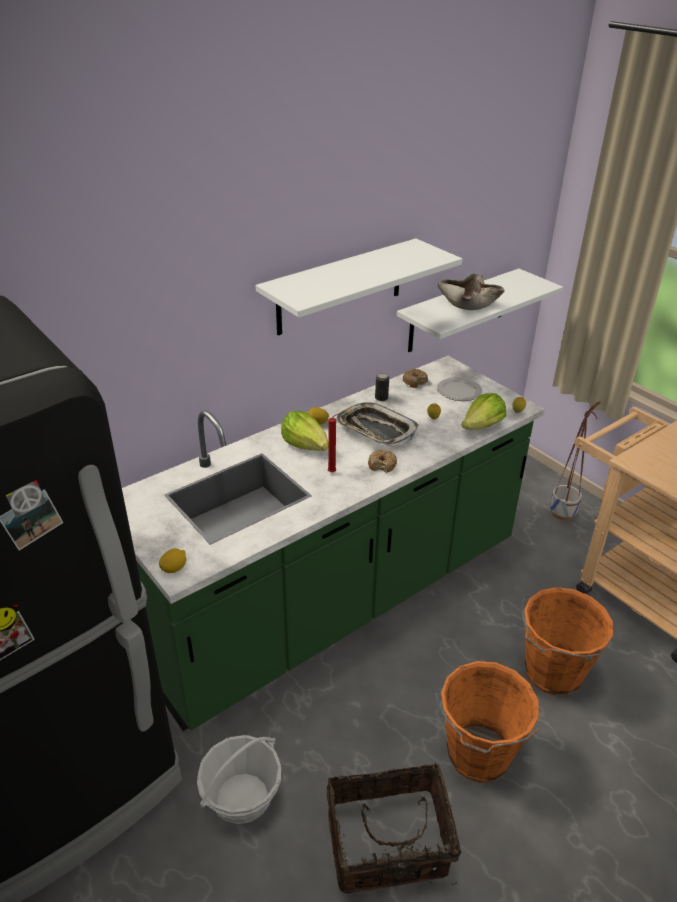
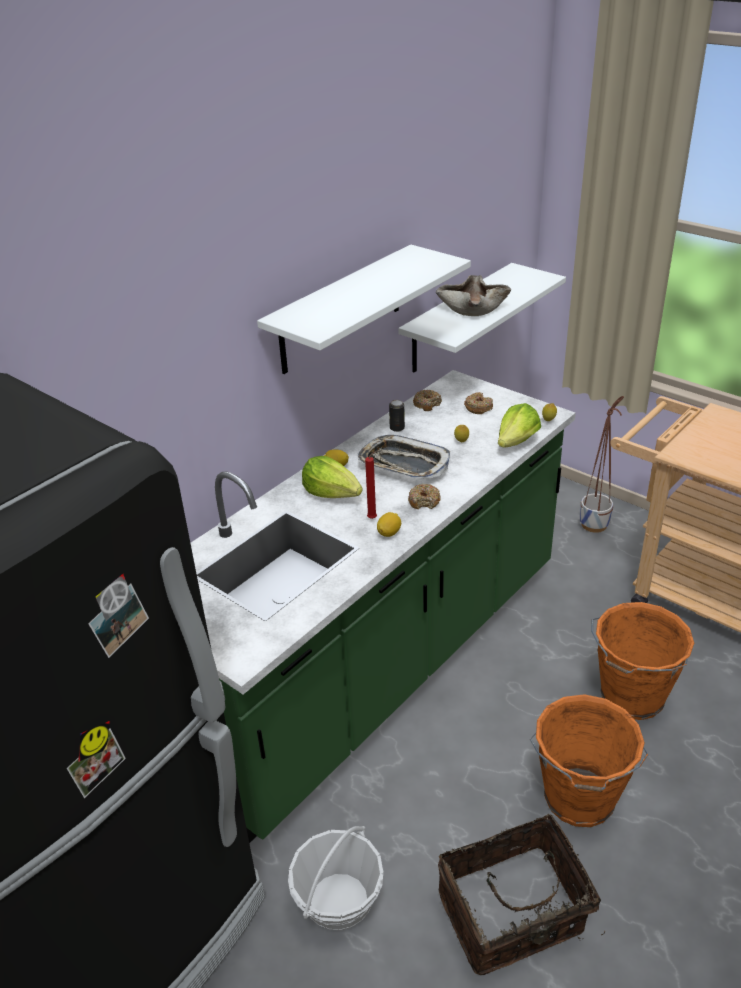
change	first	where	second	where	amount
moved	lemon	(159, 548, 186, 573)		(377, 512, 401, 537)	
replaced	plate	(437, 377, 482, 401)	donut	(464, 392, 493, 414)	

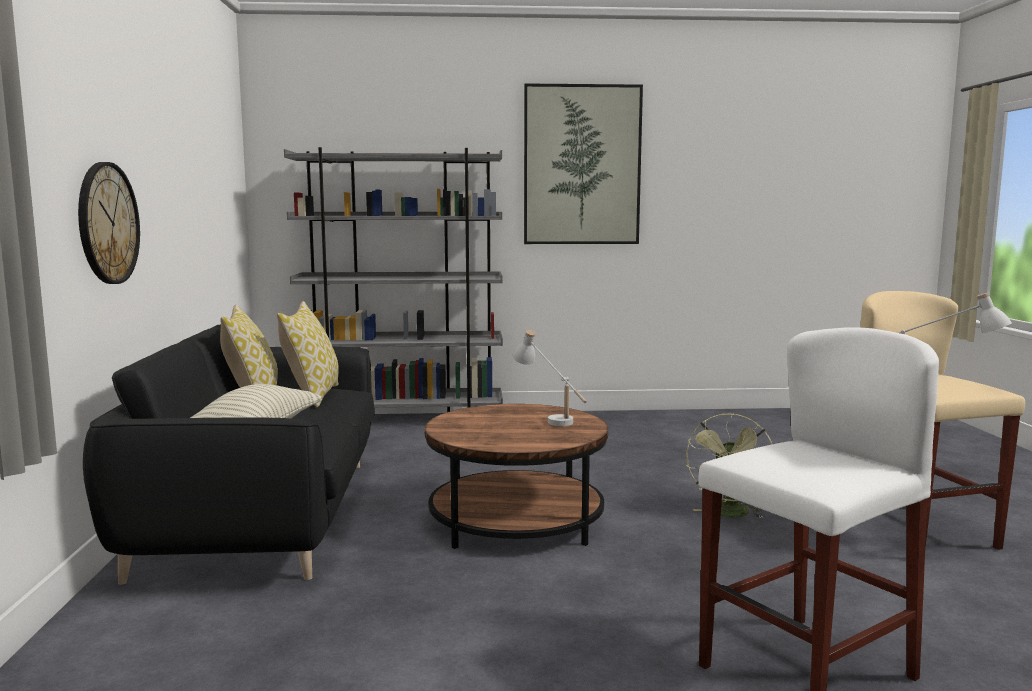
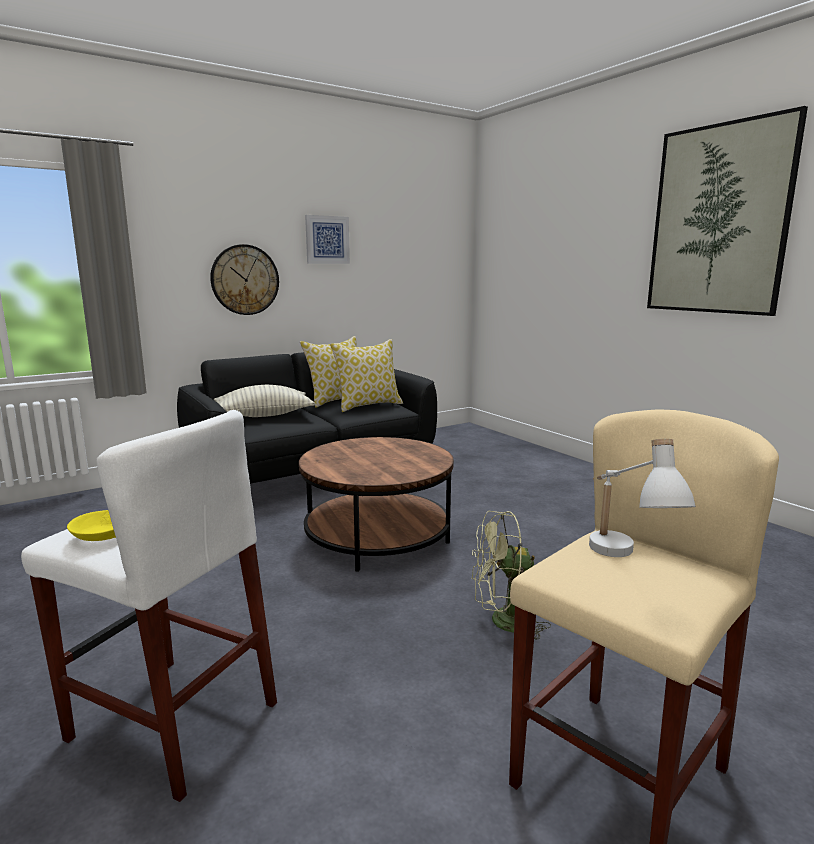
change	first	where	second	where	amount
removed	grey bookcase	(284, 147, 503, 412)			
removed	white table lamp	(512, 330, 587, 426)			
added			yellow bowl	(67, 510, 116, 541)	
added			picture	(305, 215, 350, 264)	

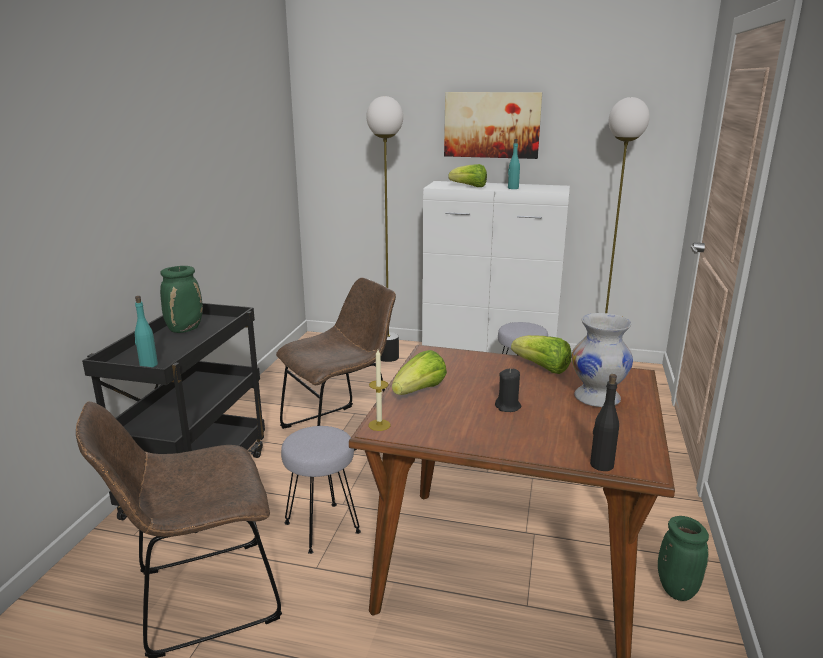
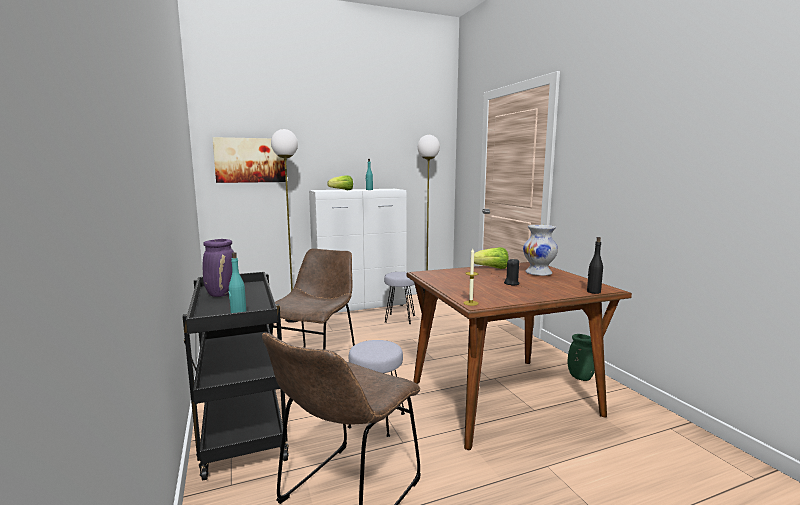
change	first	where	second	where	amount
recoloured	green vase	(160, 266, 203, 333)	purple vase	(203, 239, 234, 297)	
removed	lettuce	(392, 350, 447, 395)			
moved	picture	(444, 92, 542, 159)		(212, 137, 285, 183)	

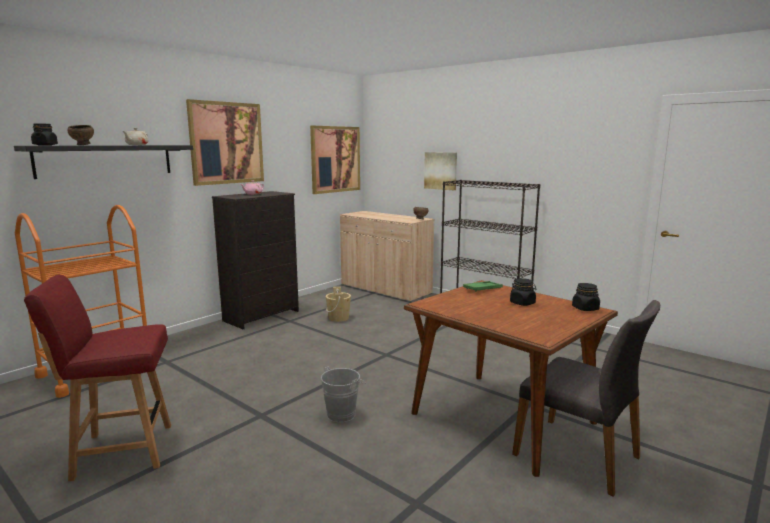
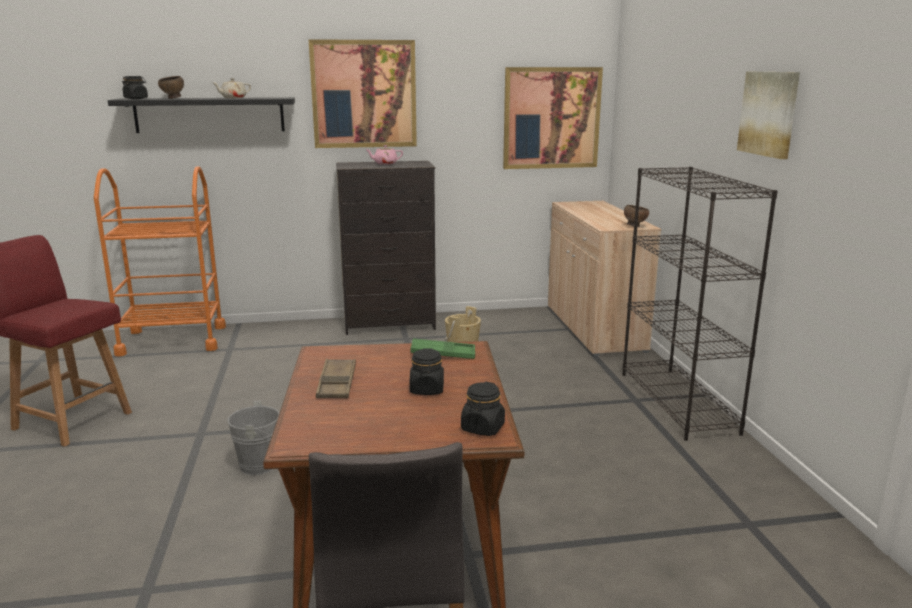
change	first	where	second	where	amount
moved	picture	(424, 152, 457, 190)		(737, 72, 800, 159)	
added			brown tray	(316, 359, 356, 398)	

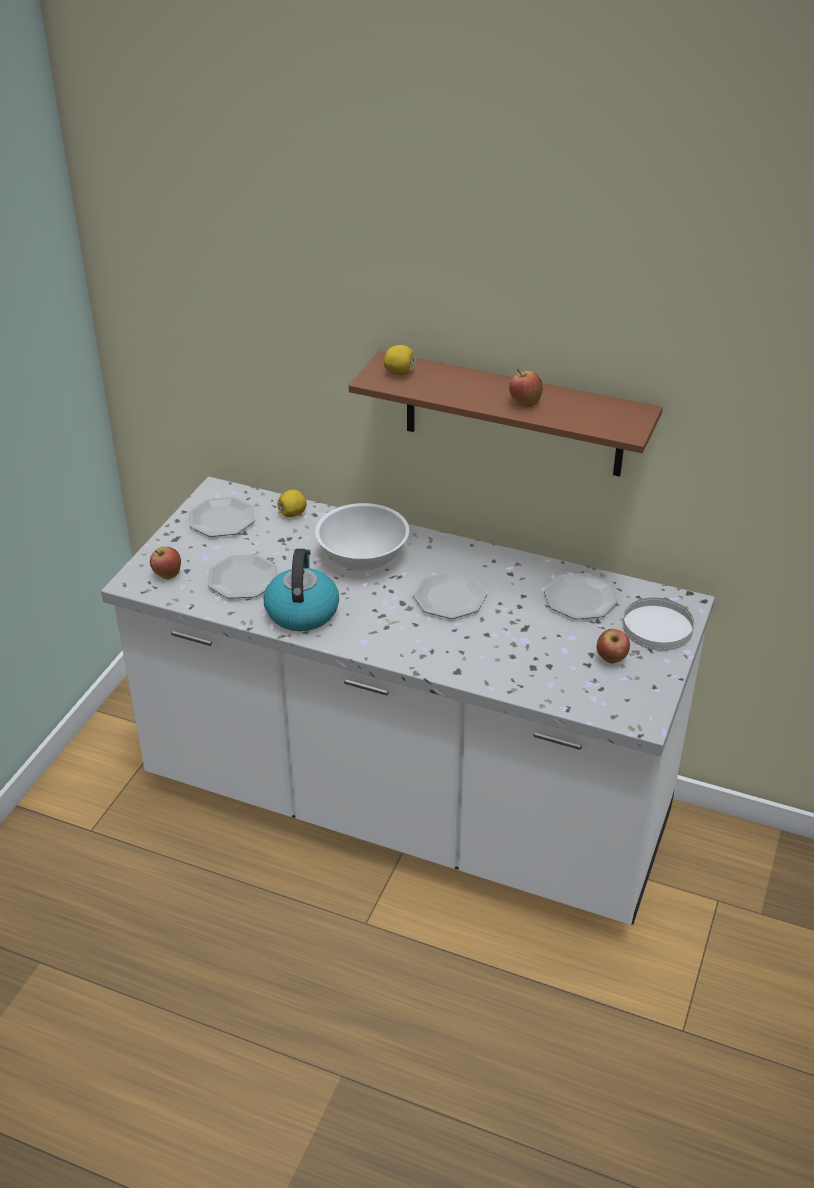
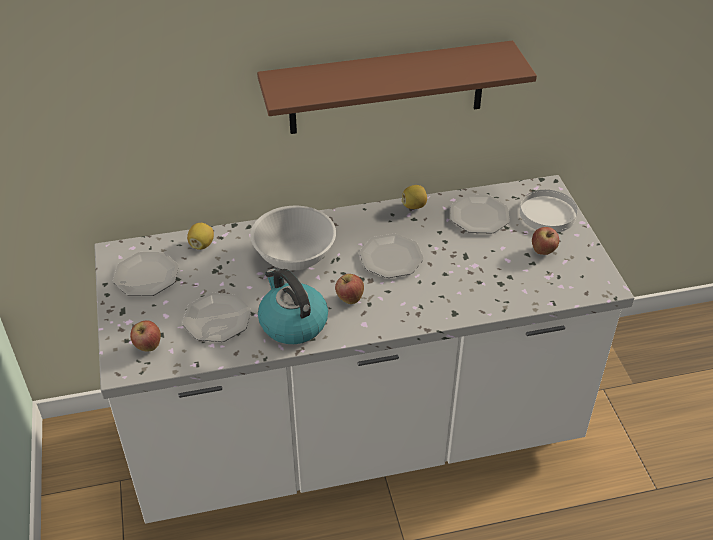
change	first	where	second	where	amount
moved	lemon	(384, 345, 416, 375)		(402, 185, 427, 209)	
moved	apple	(509, 369, 543, 408)		(335, 274, 364, 304)	

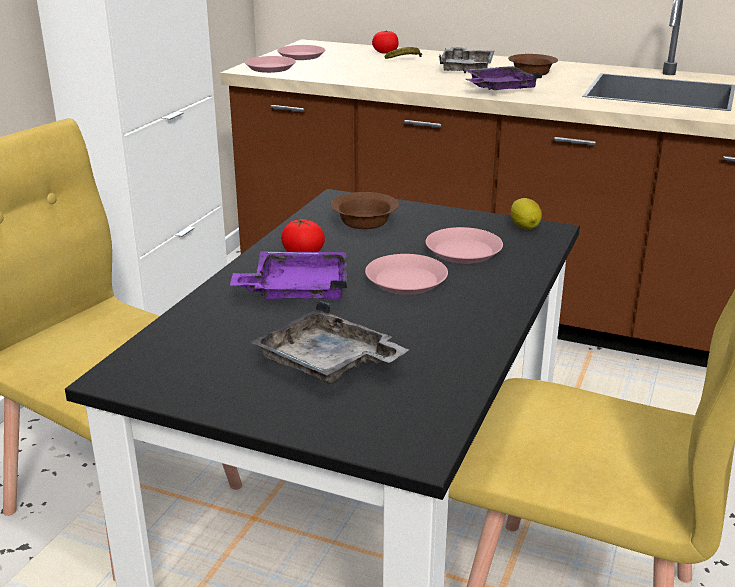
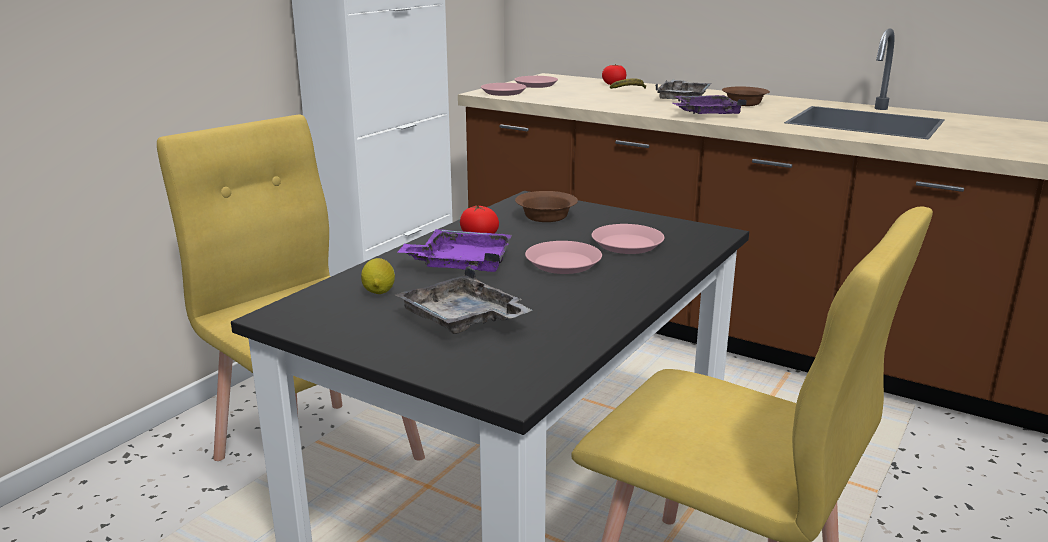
change	first	where	second	where	amount
moved	lemon	(511, 198, 542, 229)		(361, 258, 395, 294)	

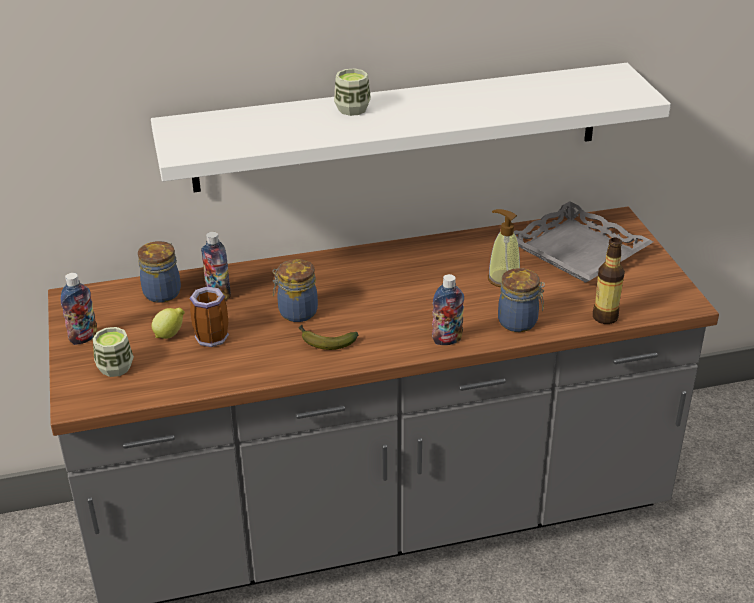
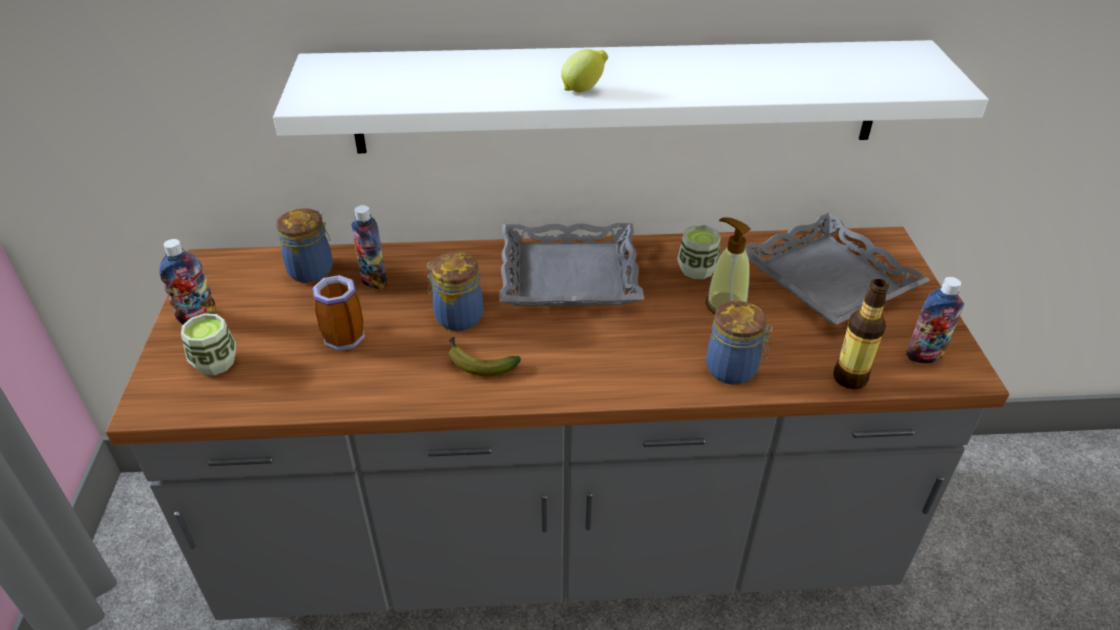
change	first	where	second	where	amount
moved	lemon	(152, 308, 185, 339)		(561, 49, 608, 93)	
moved	cup	(334, 68, 371, 116)		(677, 225, 721, 279)	
moved	bottle	(432, 274, 464, 345)		(906, 277, 964, 363)	
added			grey tray	(499, 223, 644, 306)	

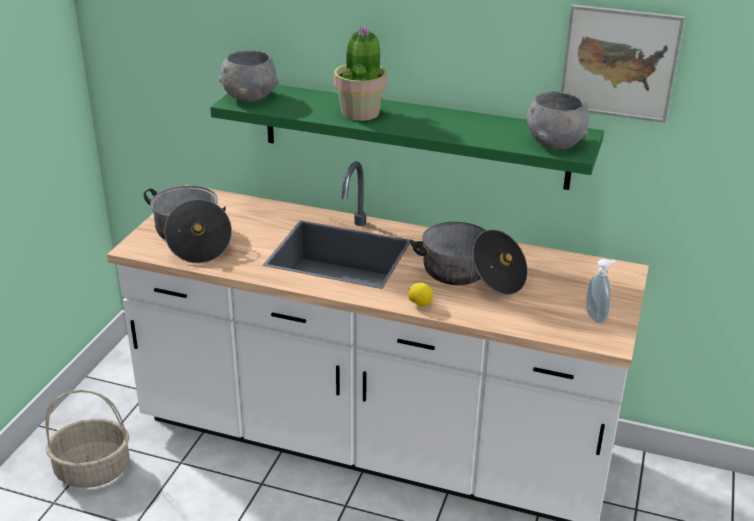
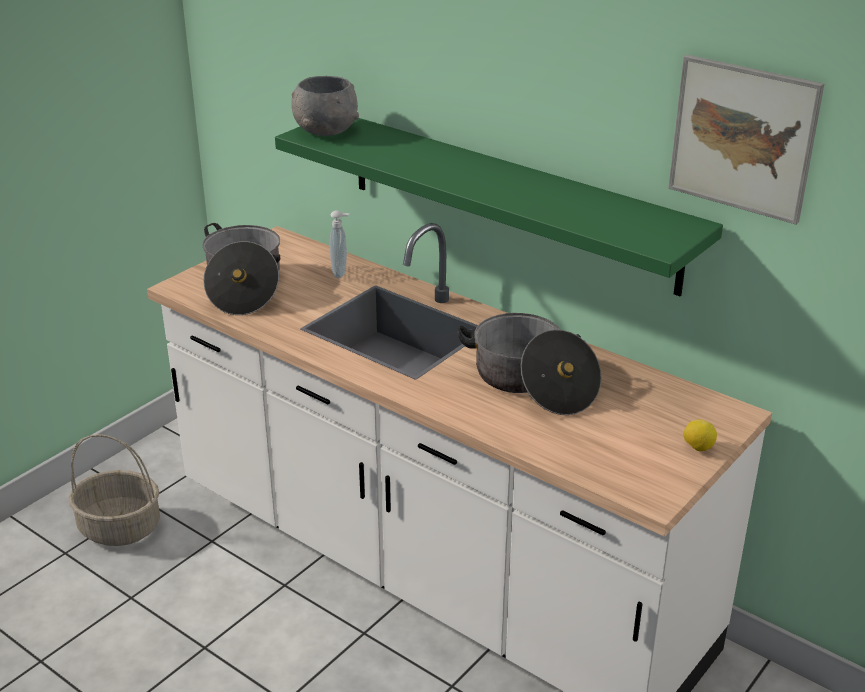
change	first	where	second	where	amount
removed	potted plant	(334, 26, 387, 121)			
moved	lemon	(408, 283, 433, 307)		(684, 419, 717, 451)	
removed	grey bowl	(527, 91, 589, 150)			
moved	soap dispenser	(586, 259, 616, 324)		(330, 210, 349, 278)	

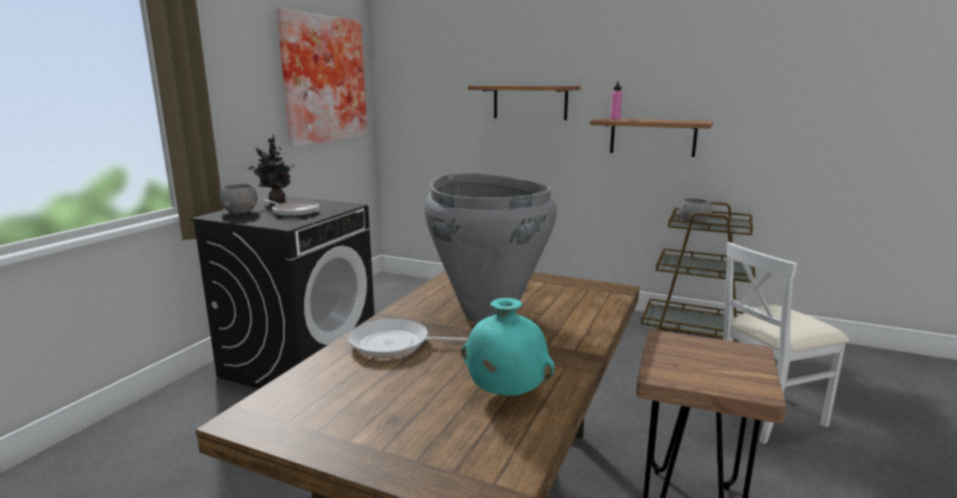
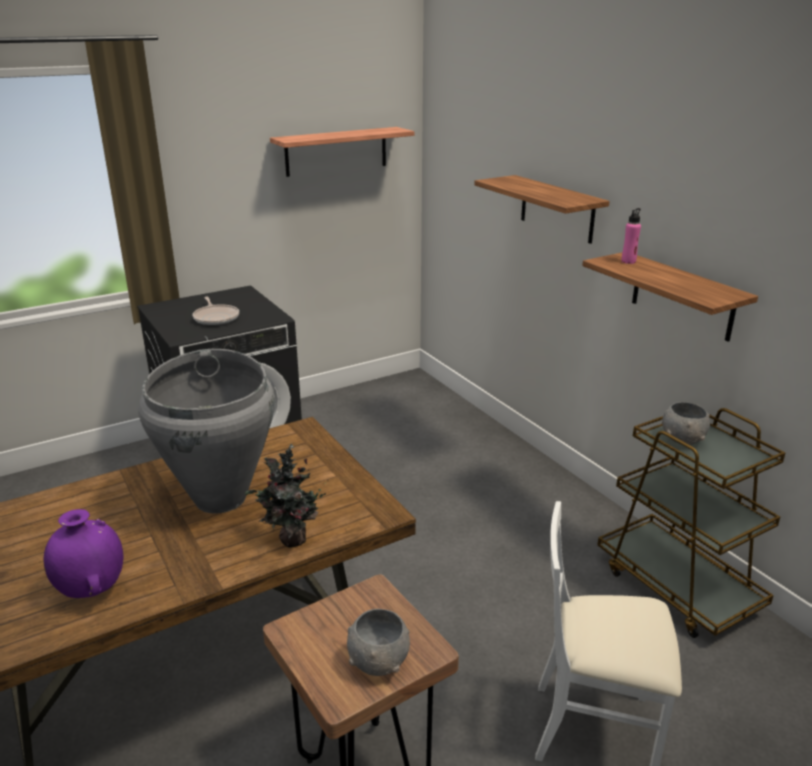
change	first	where	second	where	amount
moved	grey bowl	(219, 184, 258, 214)		(347, 609, 410, 676)	
moved	potted plant	(248, 135, 296, 202)		(245, 444, 328, 548)	
replaced	picture	(277, 8, 367, 147)	shelf	(270, 127, 414, 177)	
removed	frying pan	(348, 318, 469, 358)			
recoloured	turquoise vase	(461, 298, 555, 396)	purple vase	(44, 509, 124, 598)	

